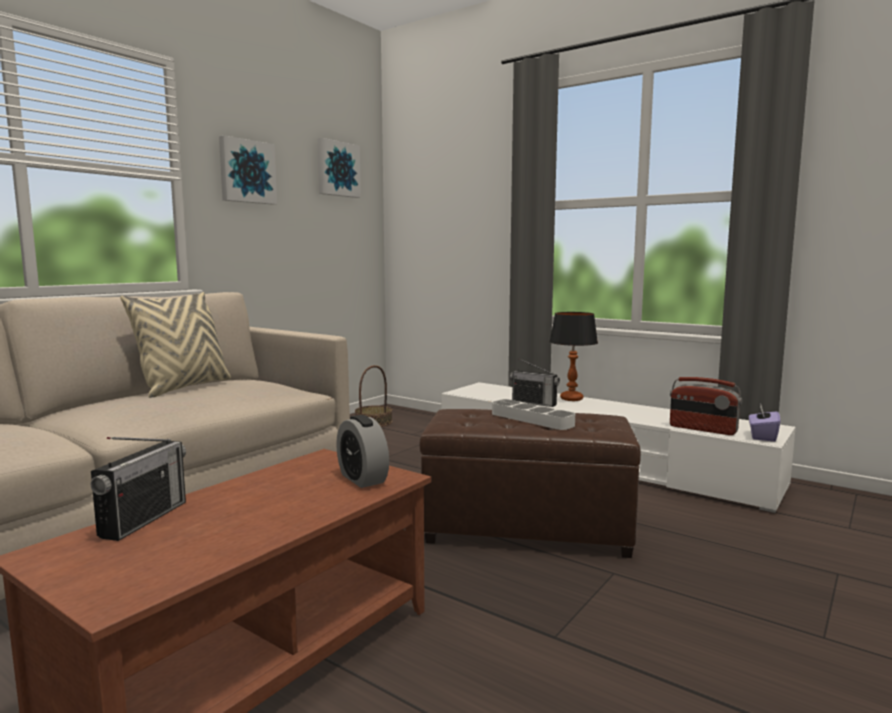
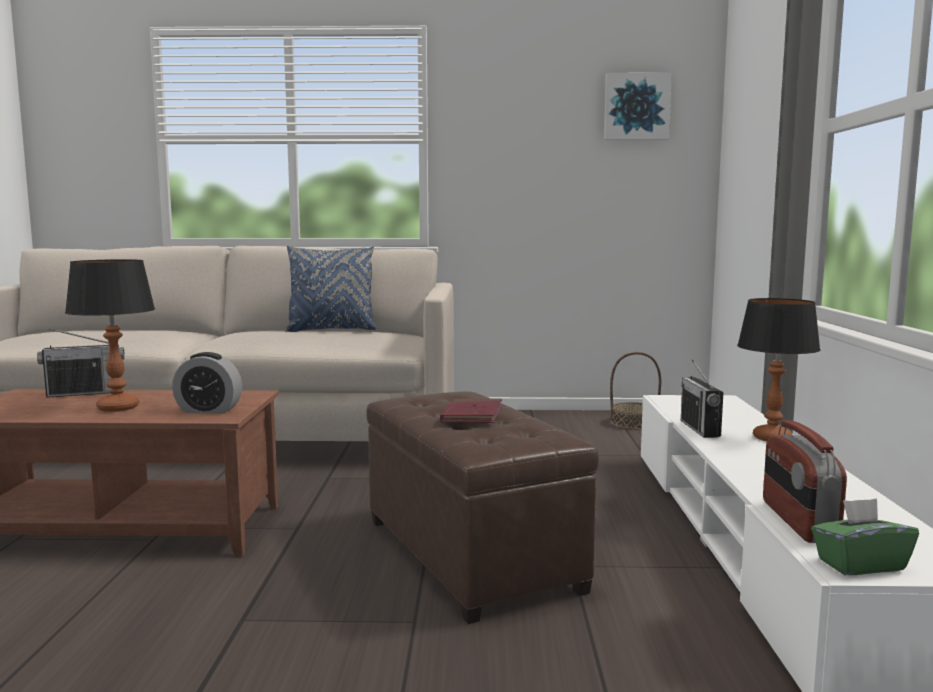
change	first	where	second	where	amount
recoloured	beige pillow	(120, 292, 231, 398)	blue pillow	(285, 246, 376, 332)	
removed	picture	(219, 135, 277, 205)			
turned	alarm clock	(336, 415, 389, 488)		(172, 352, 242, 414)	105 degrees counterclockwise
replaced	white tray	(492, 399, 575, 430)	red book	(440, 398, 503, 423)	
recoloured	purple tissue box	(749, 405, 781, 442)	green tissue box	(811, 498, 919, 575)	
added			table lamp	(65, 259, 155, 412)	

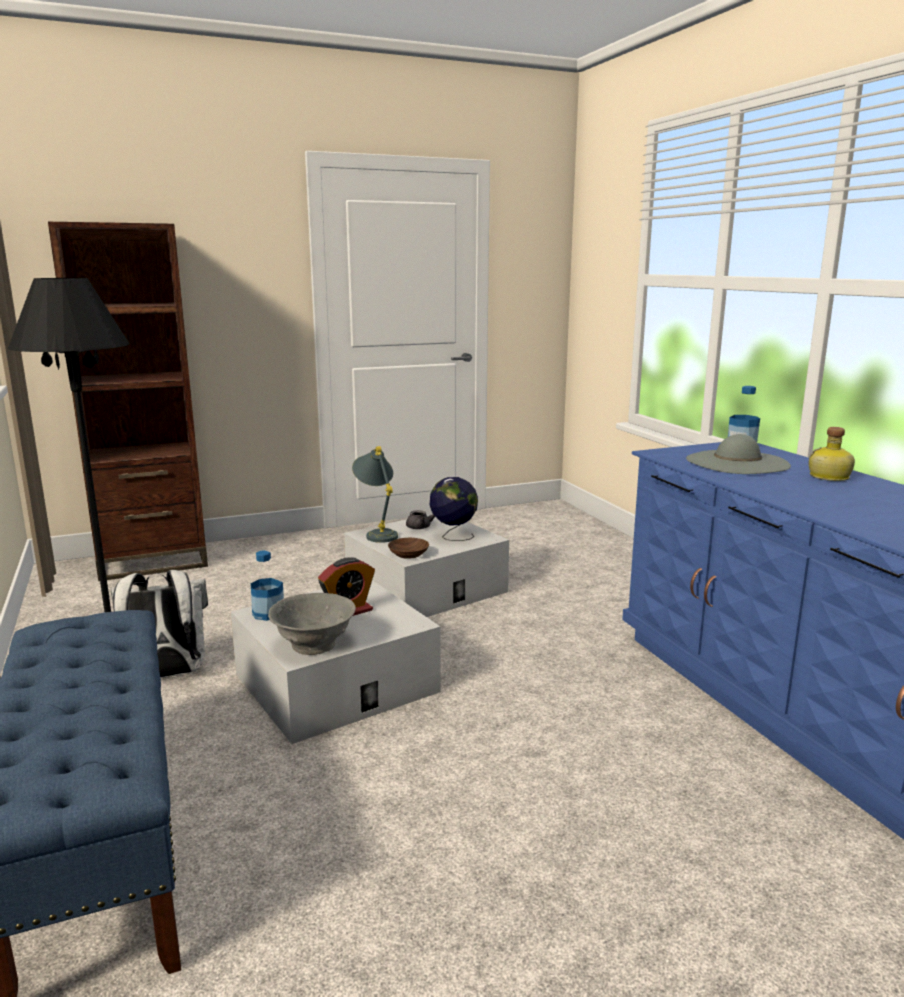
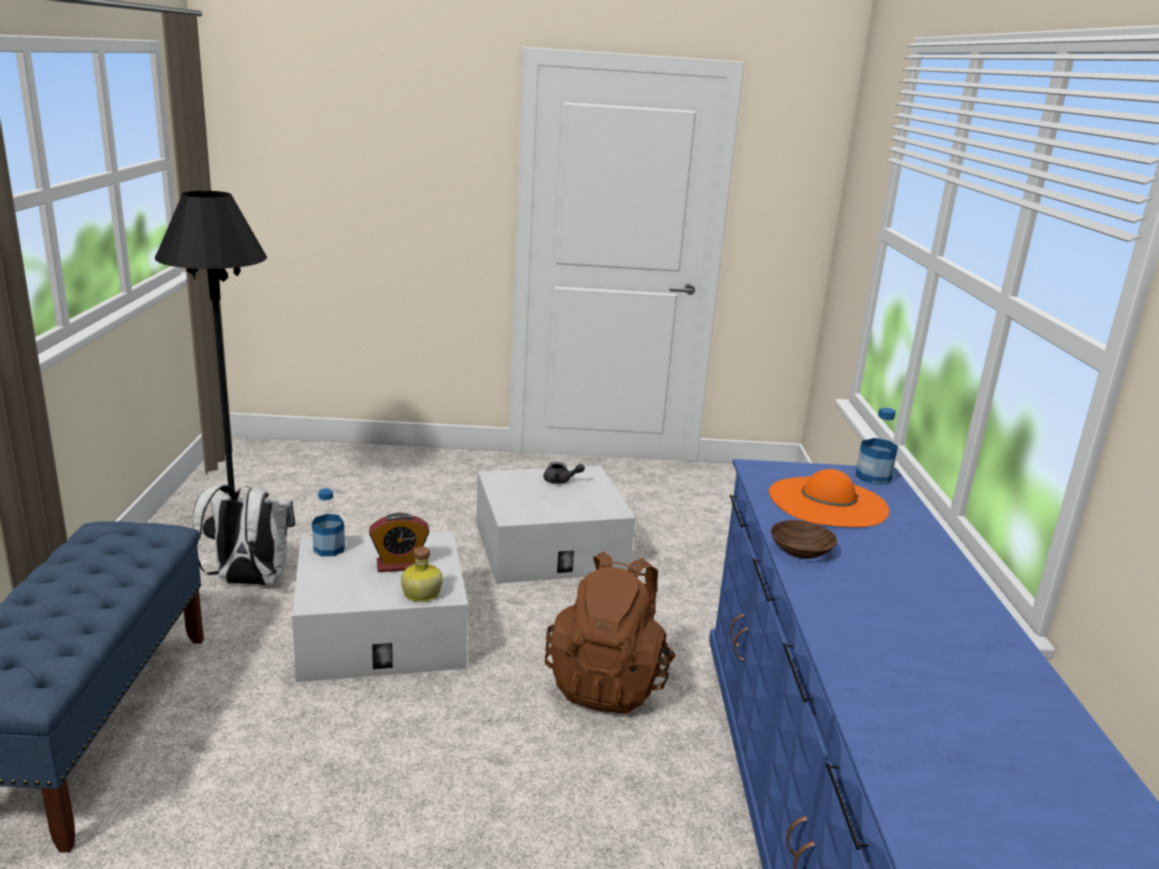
change	first	where	second	where	amount
removed	brown bookcase	(48, 222, 208, 581)			
removed	grey bowl	(268, 593, 356, 655)			
removed	grey table lamp	(352, 446, 398, 543)			
moved	brown bowl	(388, 538, 429, 559)		(771, 520, 837, 559)	
removed	globe	(430, 477, 478, 541)			
recoloured	grey hat	(686, 434, 791, 474)	orange hat	(769, 469, 889, 527)	
moved	bottle	(809, 427, 855, 481)		(401, 547, 443, 602)	
added			brown backpack	(545, 552, 676, 714)	

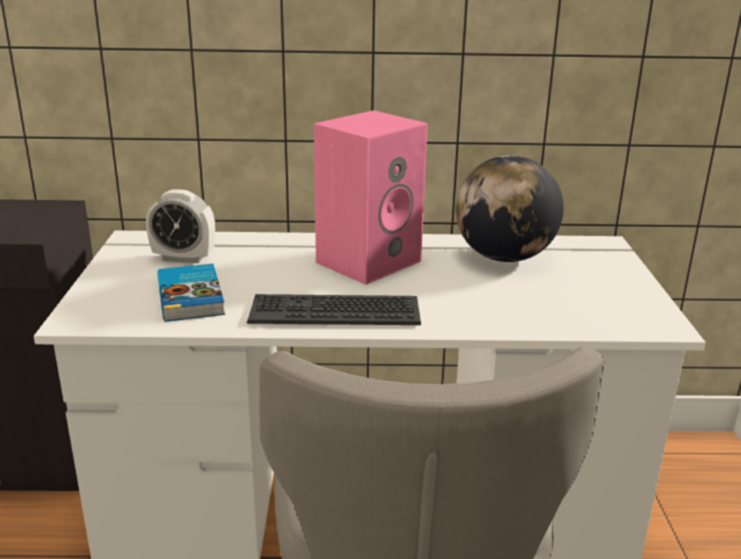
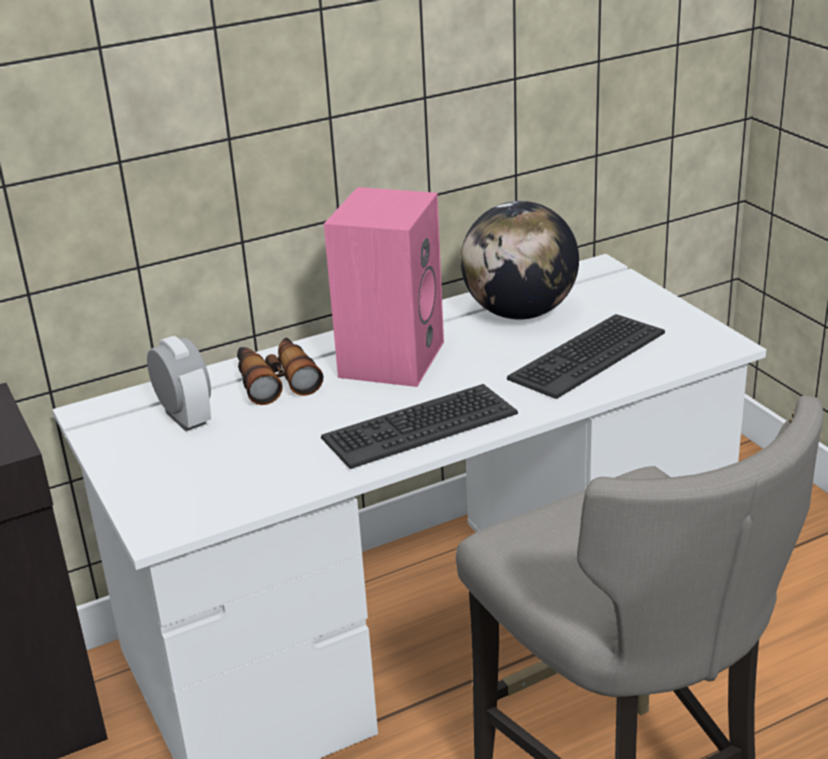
change	first	where	second	where	amount
turned	alarm clock	(146, 189, 215, 263)		(147, 336, 211, 431)	105 degrees counterclockwise
removed	book	(157, 264, 225, 322)			
added			binoculars	(237, 337, 323, 405)	
added			keyboard	(507, 314, 665, 399)	

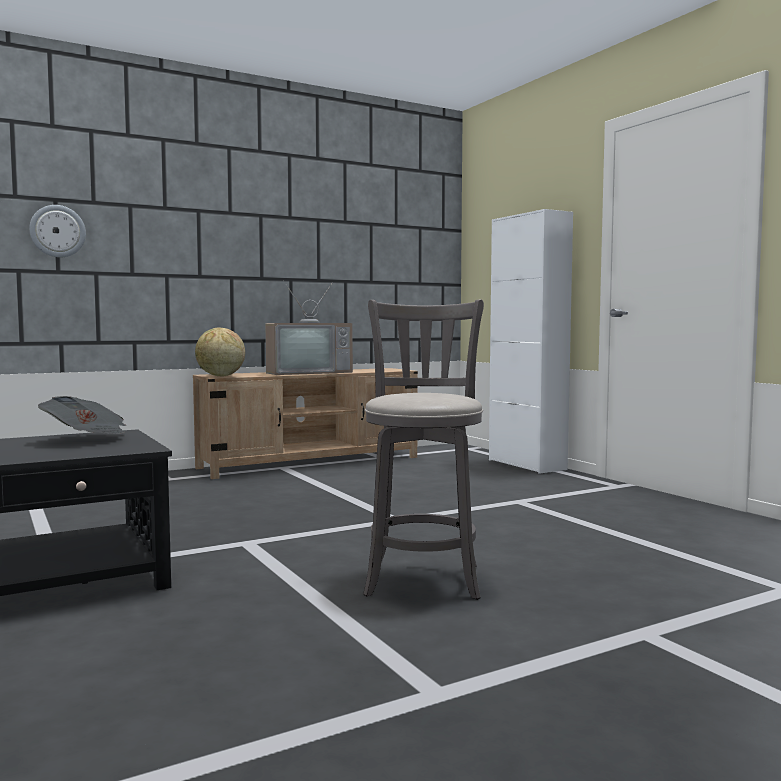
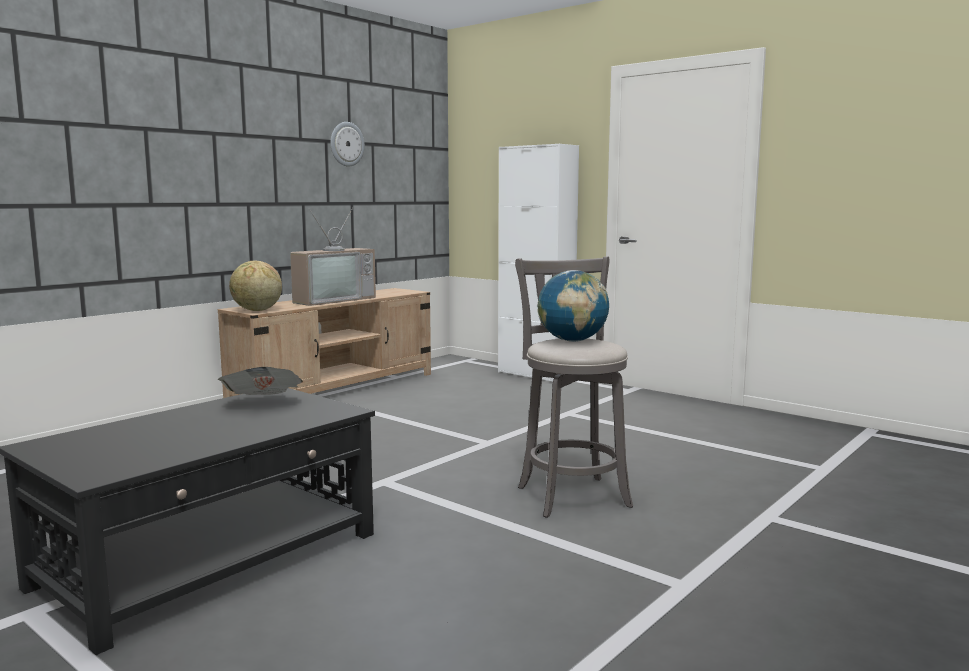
change	first	where	second	where	amount
moved	wall clock	(29, 205, 86, 257)		(330, 122, 365, 167)	
added			globe	(537, 270, 609, 342)	

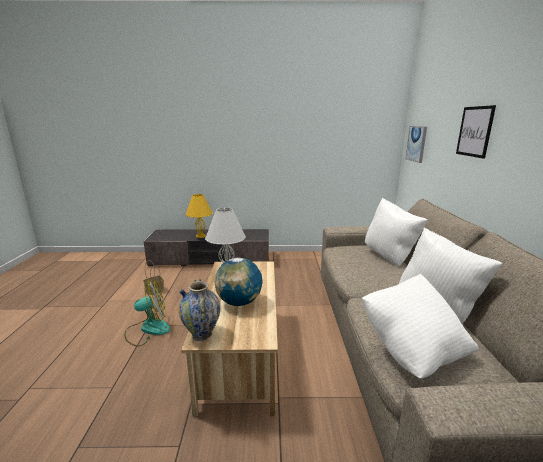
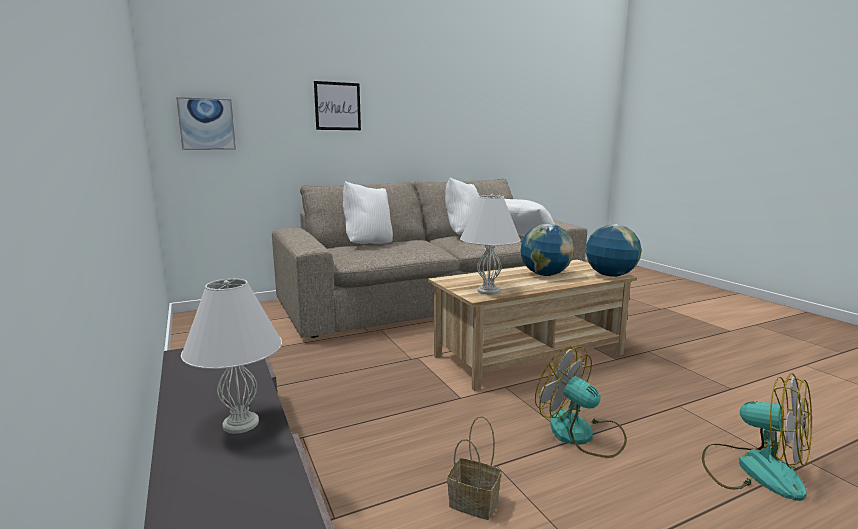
change	first	where	second	where	amount
replaced	vase	(178, 279, 221, 341)	globe	(586, 224, 642, 277)	
recoloured	yellow table lamp	(186, 194, 213, 238)	white table lamp	(181, 279, 282, 434)	
added			fan	(702, 373, 812, 501)	

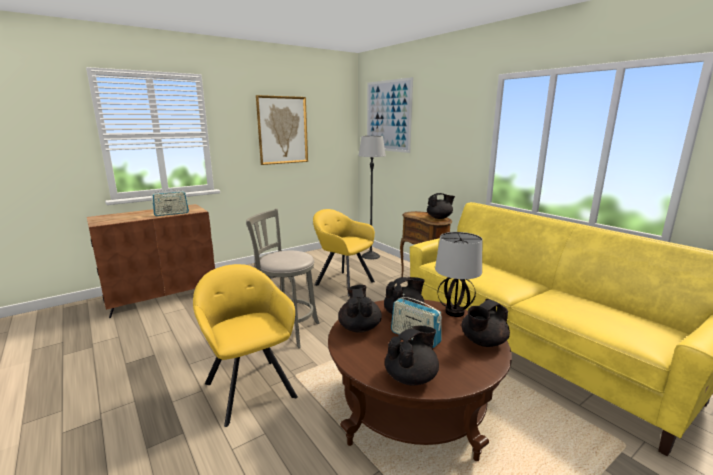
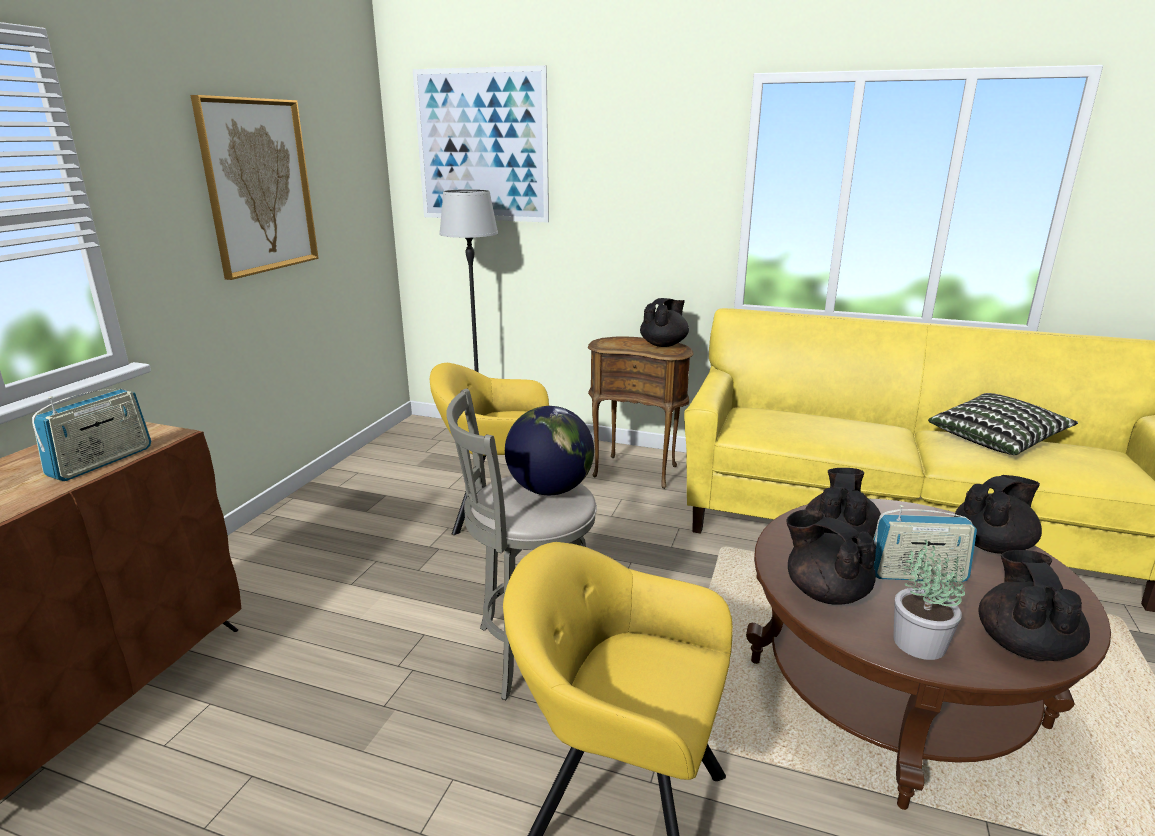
change	first	where	second	where	amount
removed	table lamp	(435, 232, 482, 317)			
turned	black teapot	(461, 299, 510, 347)		(954, 475, 1042, 554)	135 degrees counterclockwise
added			globe	(505, 406, 594, 495)	
added			potted plant	(893, 539, 966, 660)	
added			pillow	(928, 393, 1078, 455)	

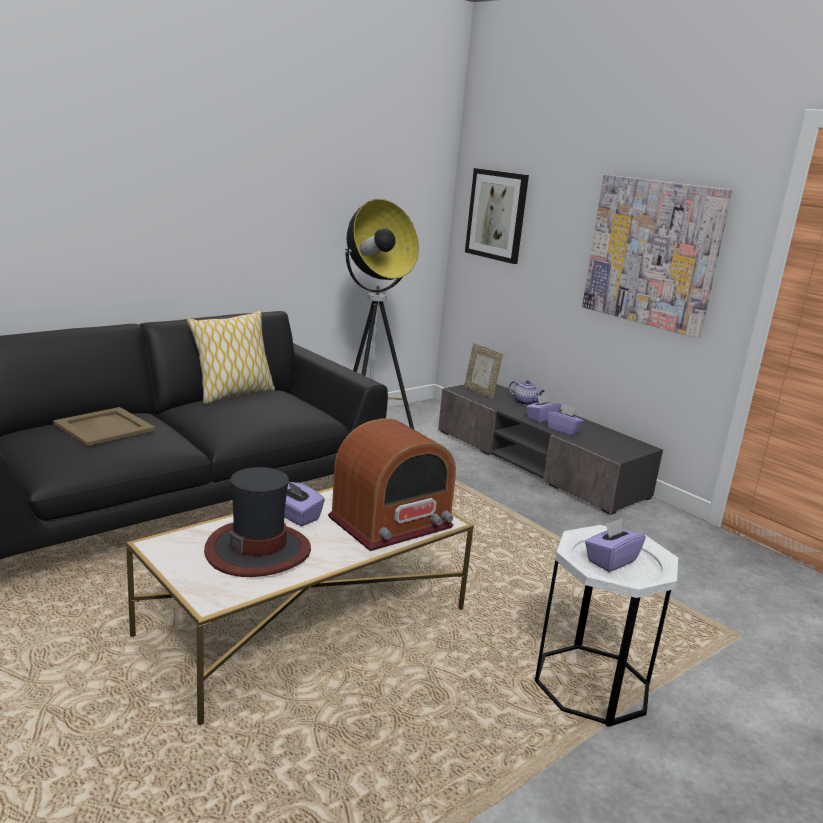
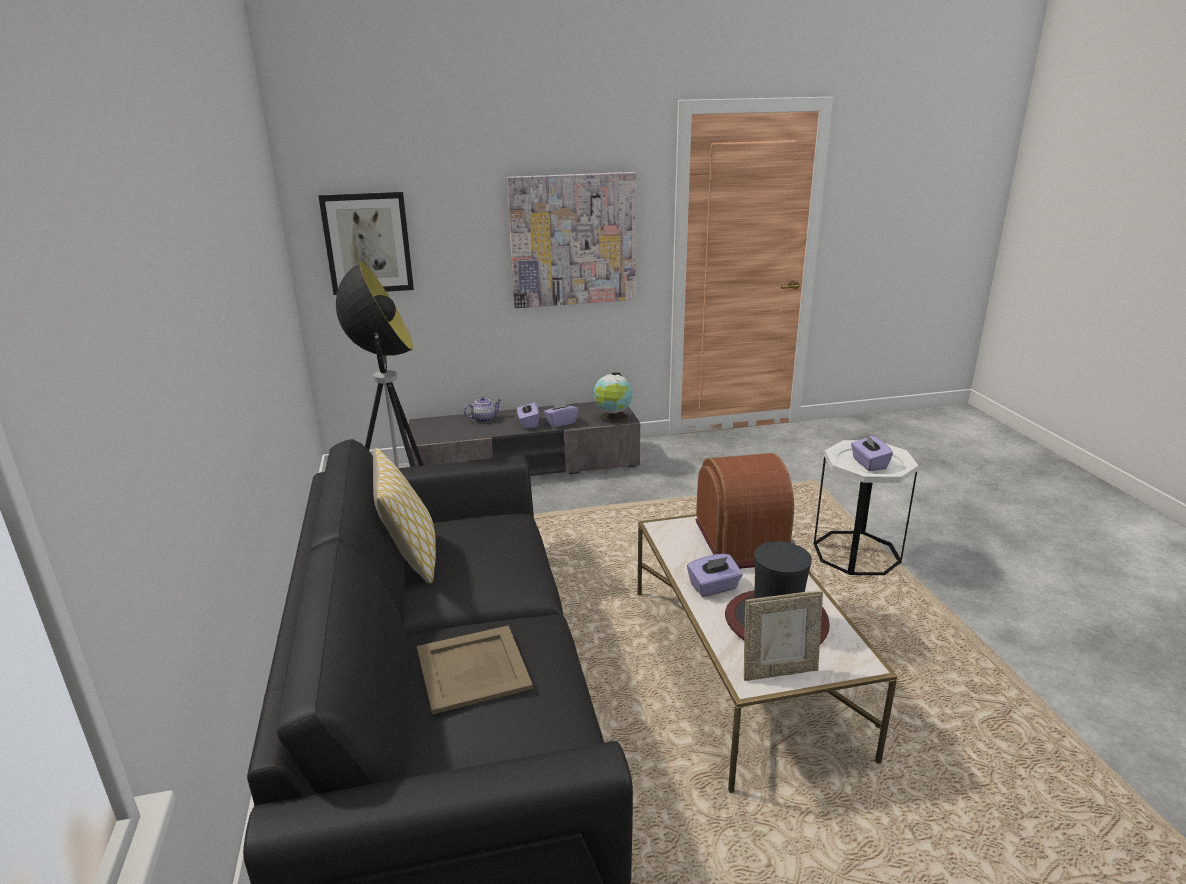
change	first	where	second	where	amount
moved	picture frame	(464, 343, 503, 399)		(744, 591, 823, 681)	
added			globe	(594, 372, 633, 424)	

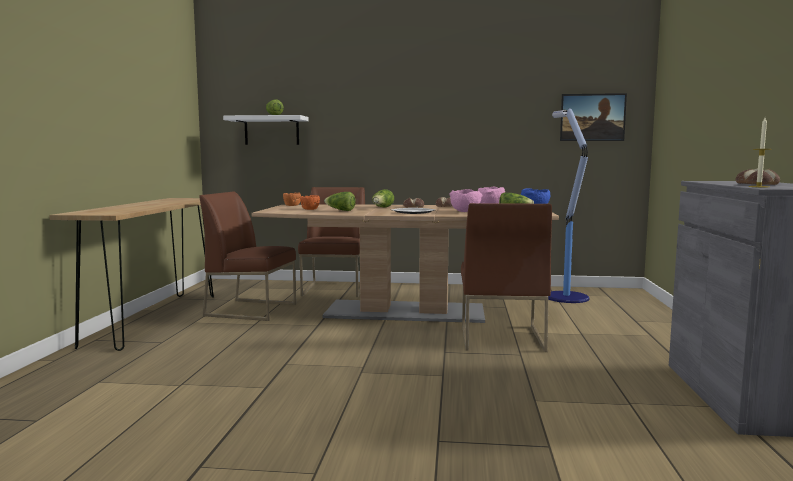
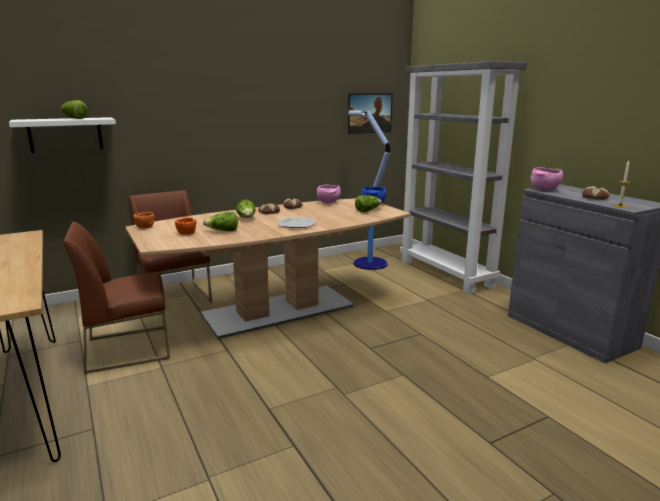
change	first	where	second	where	amount
moved	pink bowl	(449, 189, 483, 212)		(531, 167, 563, 190)	
removed	brown chair	(461, 203, 552, 352)			
added			grey bookcase	(400, 61, 527, 294)	

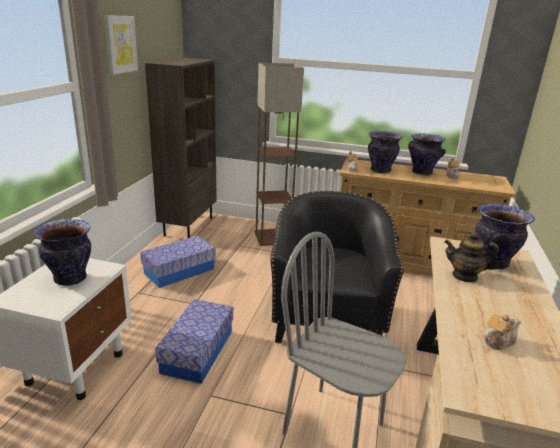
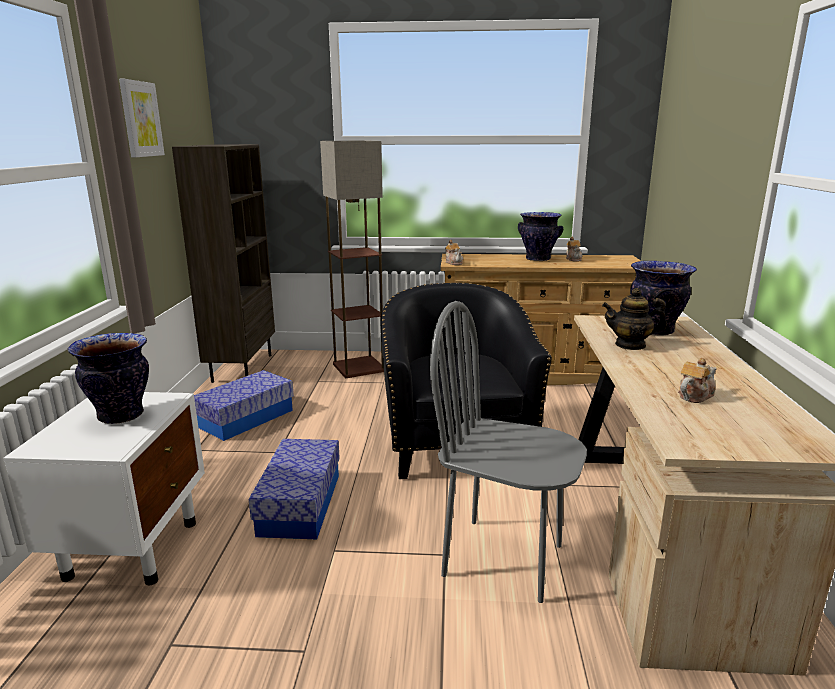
change	first	where	second	where	amount
removed	vase	(368, 131, 403, 174)			

